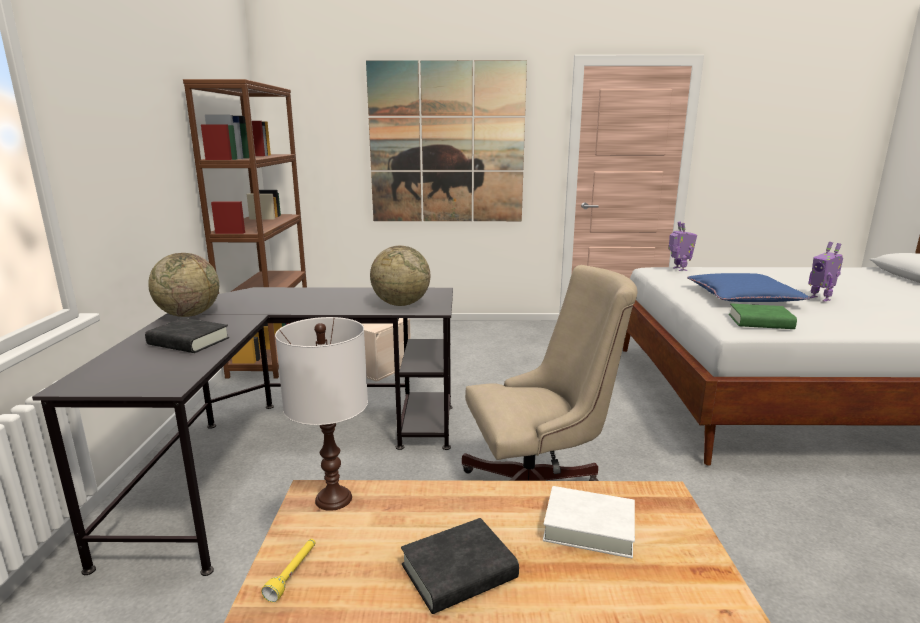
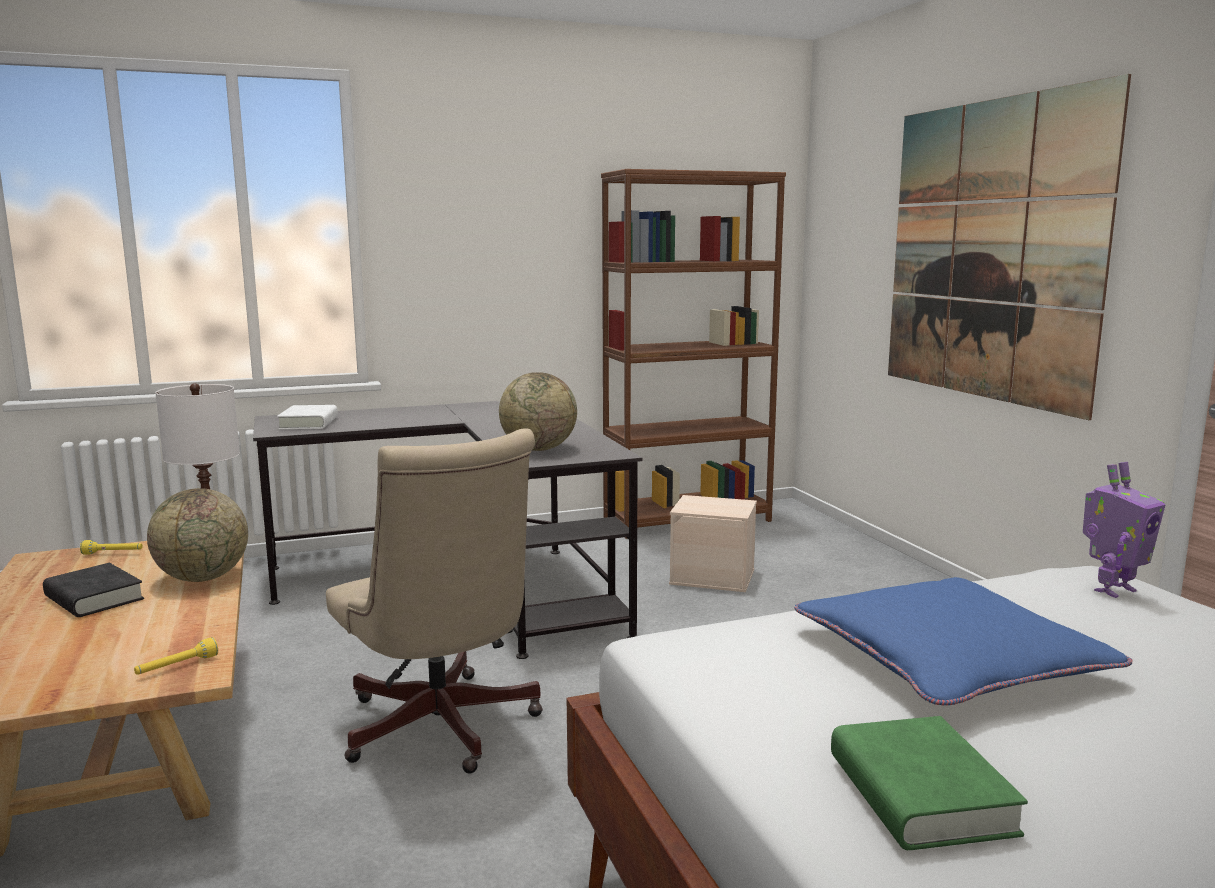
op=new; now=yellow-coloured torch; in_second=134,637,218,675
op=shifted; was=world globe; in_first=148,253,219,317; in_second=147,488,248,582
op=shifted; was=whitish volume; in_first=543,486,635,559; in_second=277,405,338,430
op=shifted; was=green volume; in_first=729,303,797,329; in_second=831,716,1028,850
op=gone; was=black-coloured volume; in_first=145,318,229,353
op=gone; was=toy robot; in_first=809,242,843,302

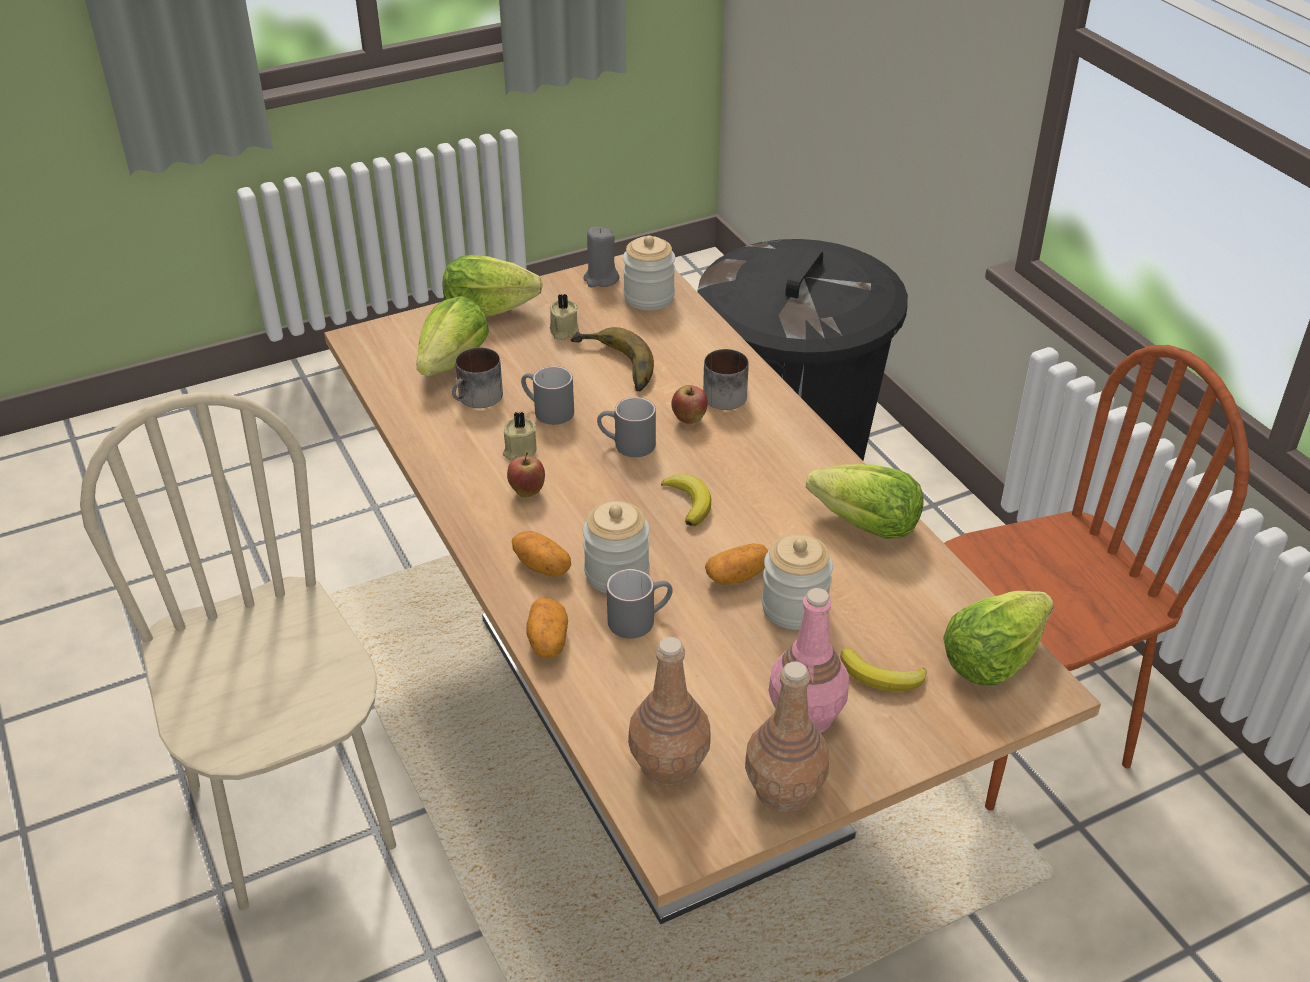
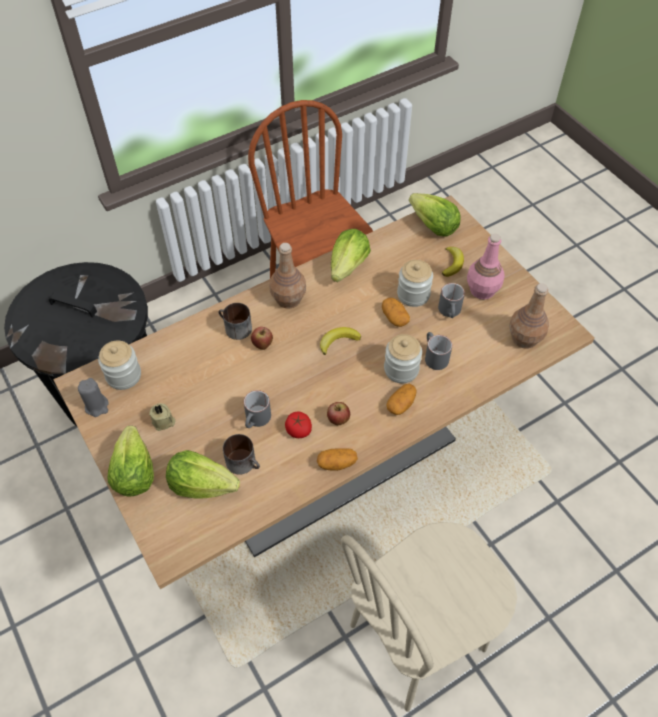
op=shifted; was=brownish drink bottle; in_first=745,661,829,813; in_second=270,243,306,308
op=swapped; was=sand-coloured candle; now=fresh tomato; in_first=503,412,537,460; in_second=285,412,312,438
op=shifted; was=spud; in_first=526,598,568,658; in_second=317,448,358,471
op=shifted; was=gray coffee mug; in_first=597,397,656,457; in_second=438,283,465,318
op=gone; was=banana fruit; in_first=570,327,654,391

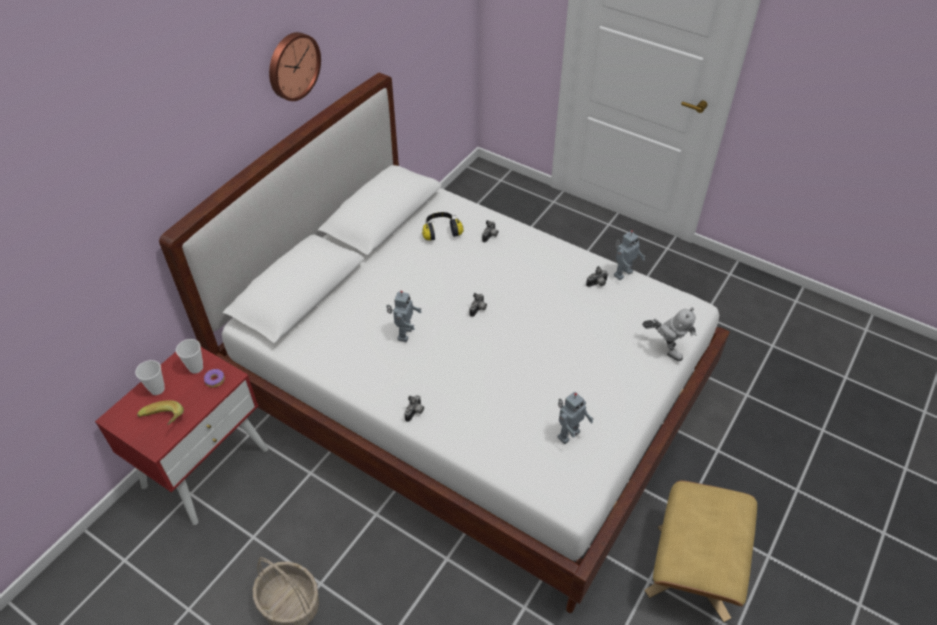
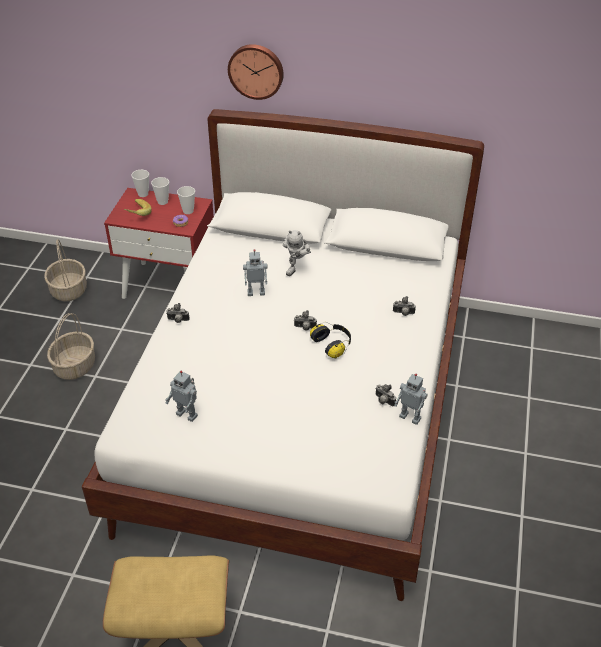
op=new; now=storage basket; in_second=44,239,87,301
op=new; now=small cup; in_second=131,170,149,197
op=shifted; was=wall clock; in_first=269,32,321,101; in_second=228,44,284,100
op=shifted; was=toy robot; in_first=642,307,697,361; in_second=283,230,311,276
op=shifted; was=headphones; in_first=422,212,464,241; in_second=310,322,351,358

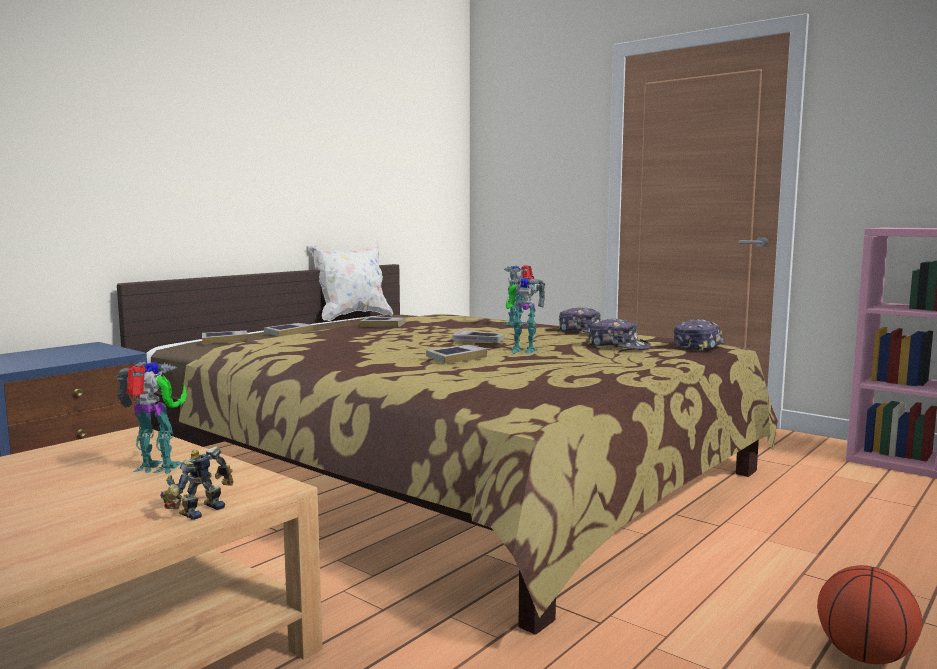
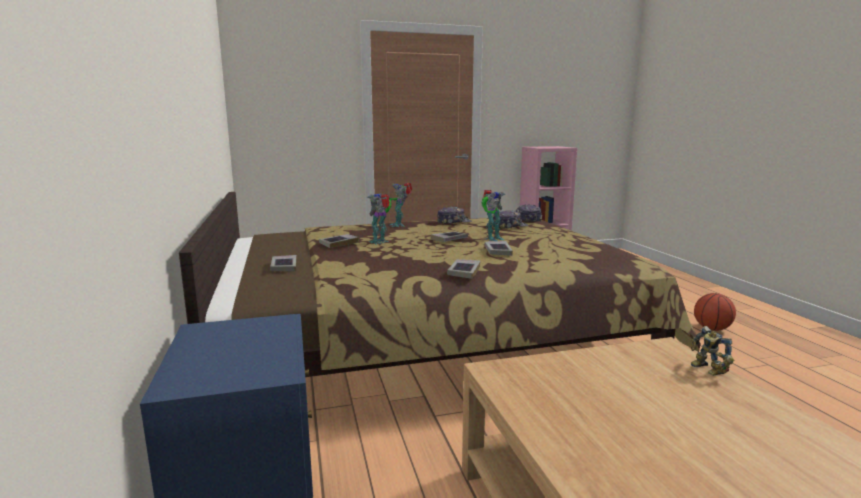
op=shifted; was=toy robot; in_first=116,362,187,474; in_second=367,193,392,245
op=shifted; was=volume; in_first=202,331,248,344; in_second=447,259,480,279
op=gone; was=whitish cushion; in_first=308,243,393,321

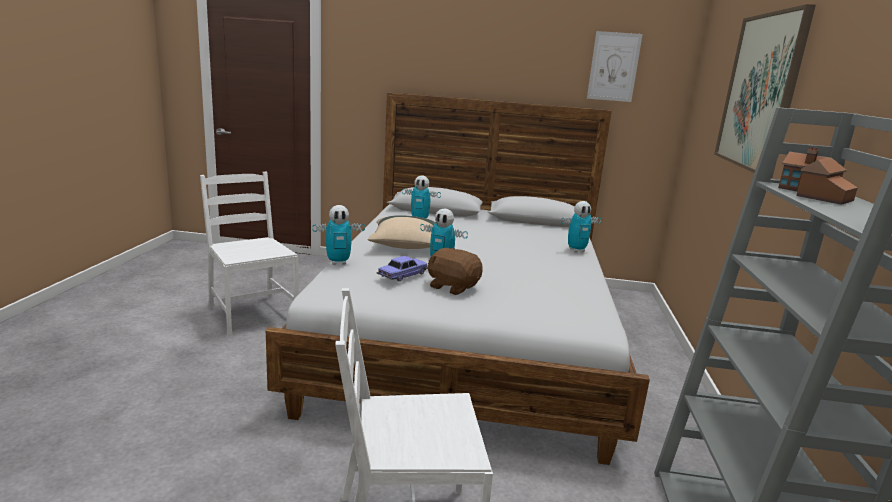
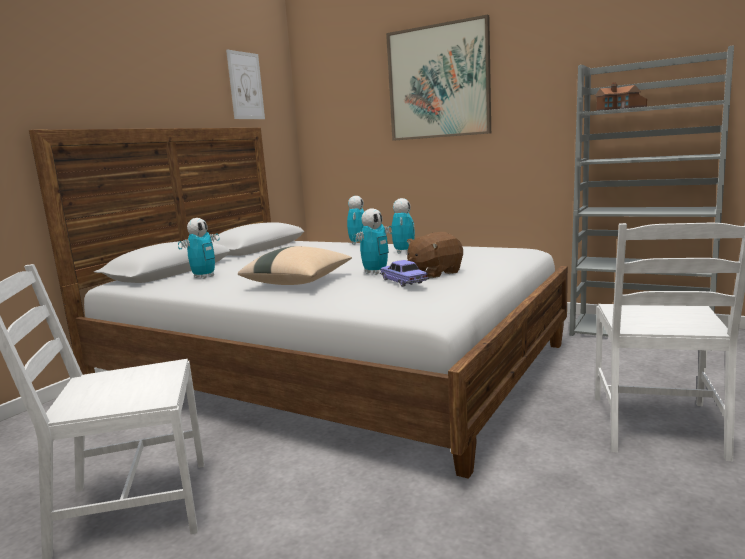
op=shifted; was=toy robot; in_first=312,205,365,265; in_second=392,198,415,254

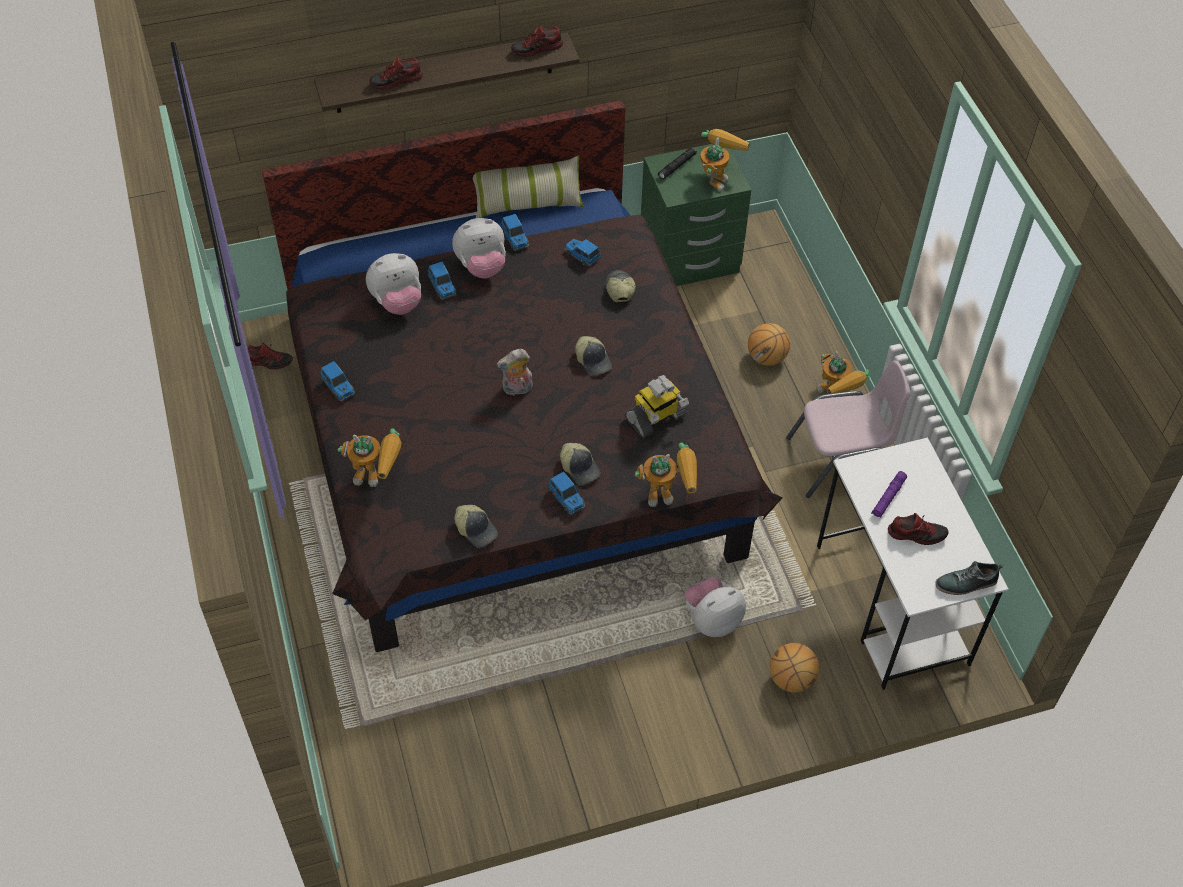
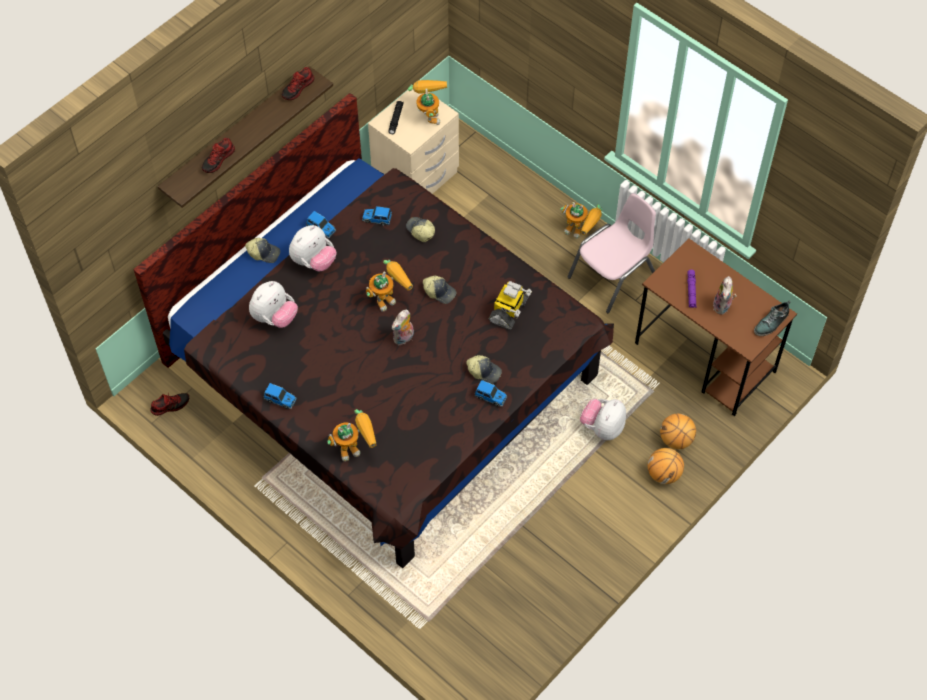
op=shifted; was=cap; in_first=454,505,498,548; in_second=245,238,280,263
op=shifted; was=toy robot; in_first=635,443,697,507; in_second=366,260,413,312
op=repainted; was=green nightstand; now=sand-coloured nightstand; in_first=641,144,751,286; in_second=368,90,459,194
op=repainted; was=whitish desk table; now=brownish desk table; in_first=817,438,1008,690; in_second=635,238,797,416
op=shifted; was=basketball ball; in_first=748,323,790,366; in_second=648,448,684,484
op=swapped; was=low shoe; now=cuddly toy; in_first=888,513,949,545; in_second=713,276,737,315
op=gone; was=miniature car; in_first=428,262,456,300
op=gone; was=cushion; in_first=473,156,584,218

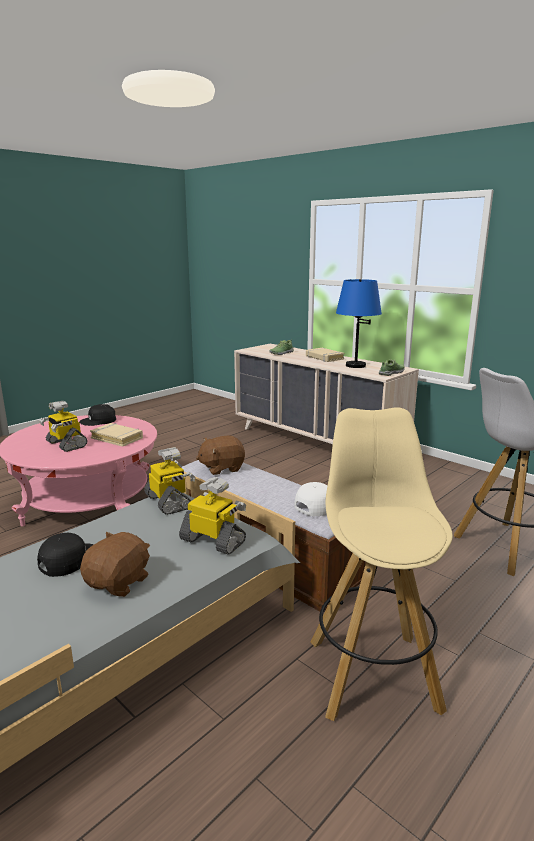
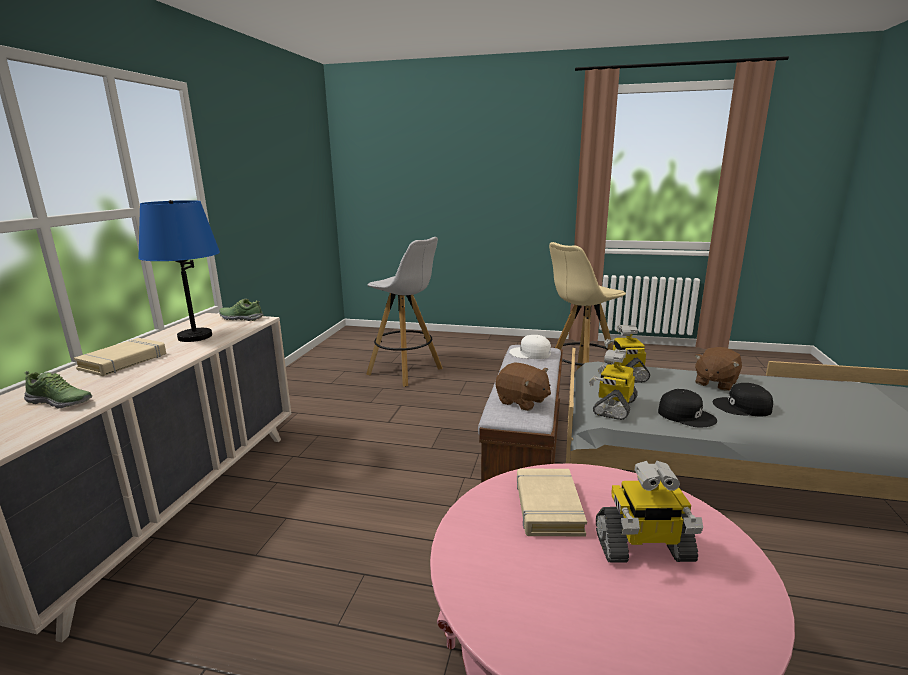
op=rotated; was=toy robot; in_first=39,401,87,452; in_second=596,460,703,563; clockwise=75
op=shifted; was=black-coloured cap; in_first=79,404,116,426; in_second=658,389,717,427
op=rotated; was=brownish cuddly toy; in_first=80,532,150,597; in_second=695,347,742,391; clockwise=-45

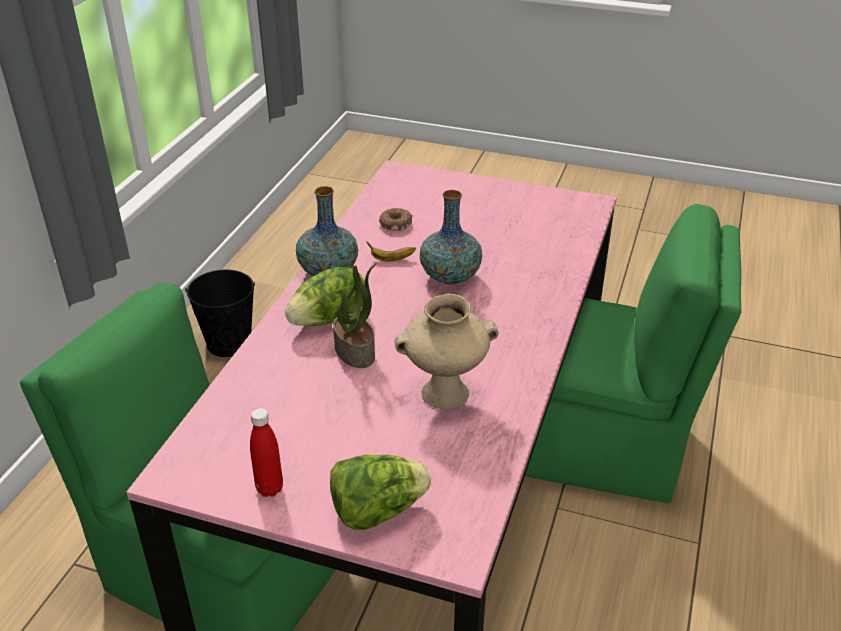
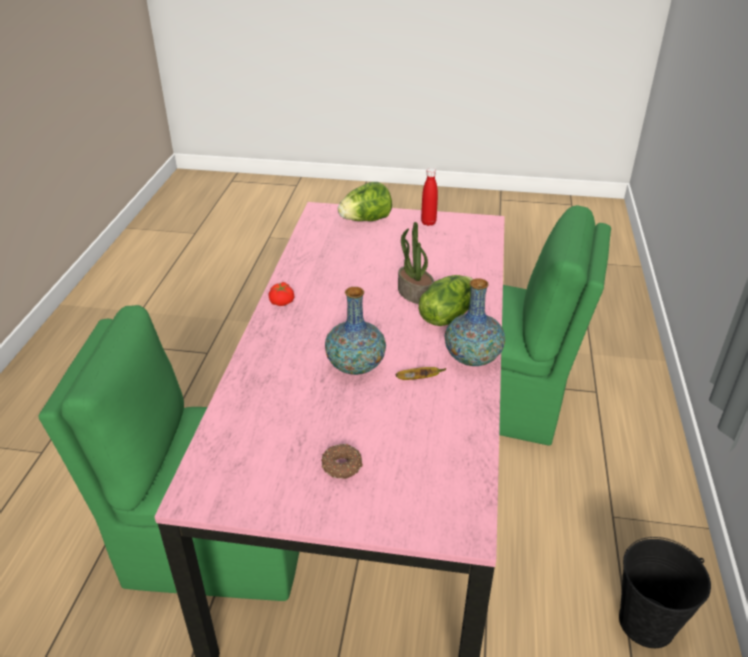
op=new; now=fresh tomato; in_second=268,282,294,306
op=shifted; was=doughnut; in_first=379,208,413,231; in_second=321,444,363,479
op=gone; was=sand-coloured flower vase; in_first=395,294,498,409

